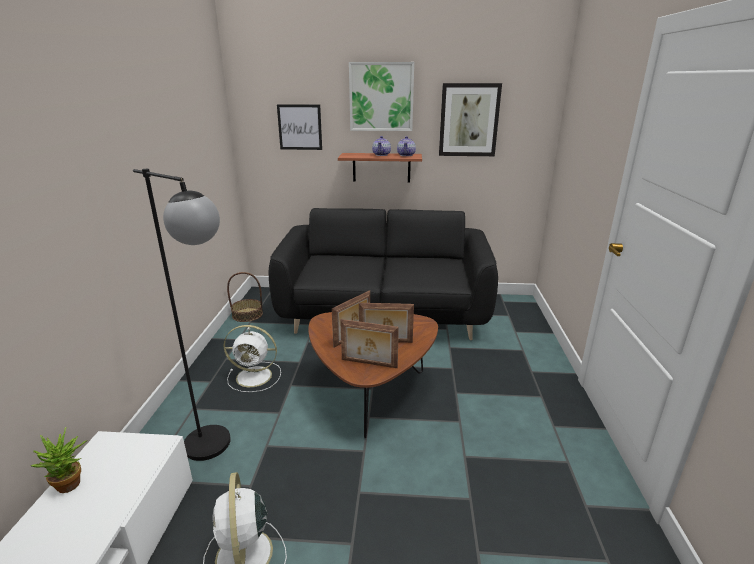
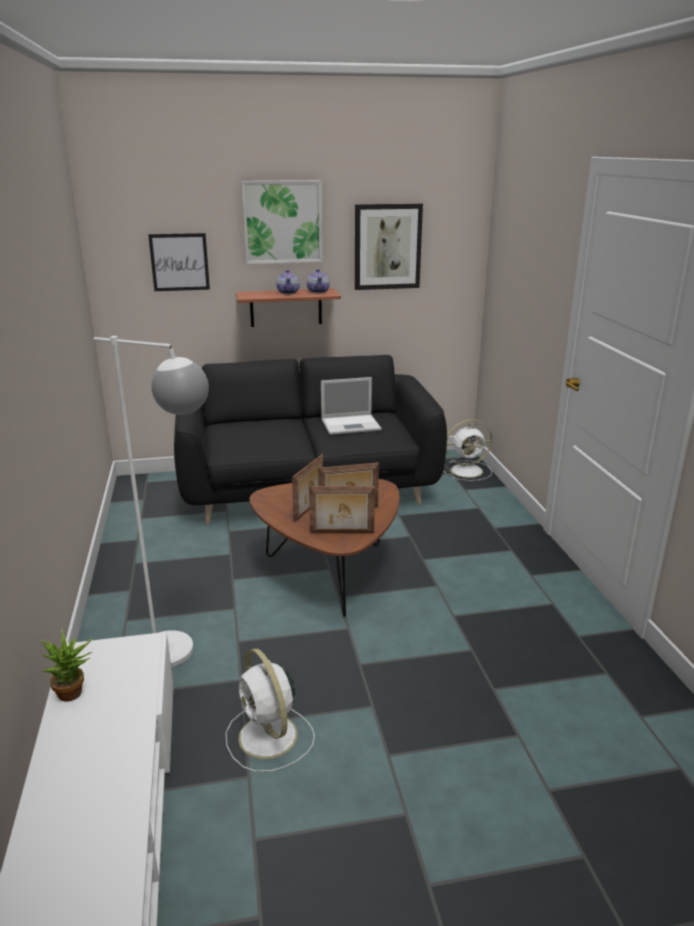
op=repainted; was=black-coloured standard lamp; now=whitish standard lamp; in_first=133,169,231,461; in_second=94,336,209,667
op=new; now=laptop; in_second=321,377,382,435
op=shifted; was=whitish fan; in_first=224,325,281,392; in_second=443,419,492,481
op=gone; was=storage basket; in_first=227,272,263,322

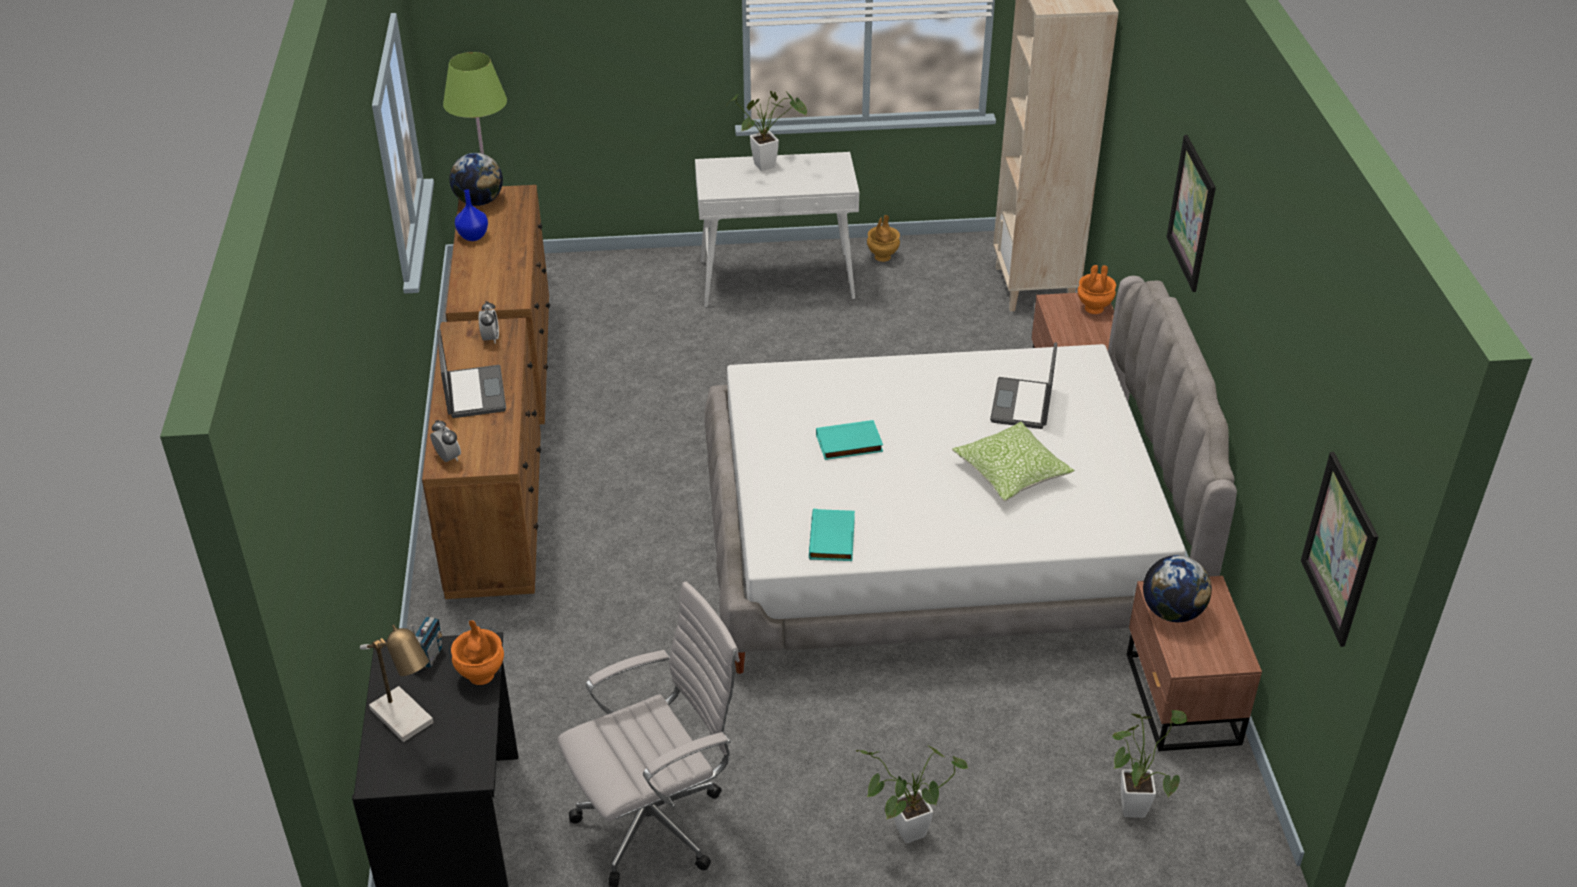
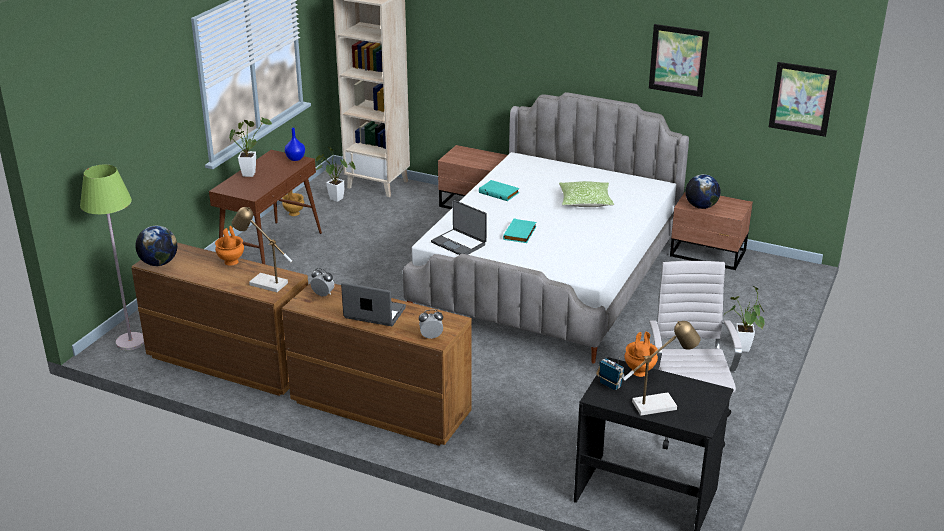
op=repainted; was=whitish console table; now=brownish console table; in_first=695,152,859,307; in_second=209,150,322,264
op=shifted; was=orangey flower vase; in_first=1078,265,1116,314; in_second=215,226,244,266
op=new; now=tabletop lamp; in_second=232,207,292,292
op=shifted; was=blue-coloured flower vase; in_first=455,189,488,241; in_second=285,128,305,161
op=shifted; was=potted plant; in_first=1112,710,1188,818; in_second=316,147,355,202
op=shifted; was=laptop; in_first=990,342,1057,429; in_second=431,200,487,255
op=shifted; was=turquoise volume; in_first=809,509,855,561; in_second=479,180,519,201
op=shifted; was=wall art; in_first=1167,135,1216,292; in_second=649,24,709,97

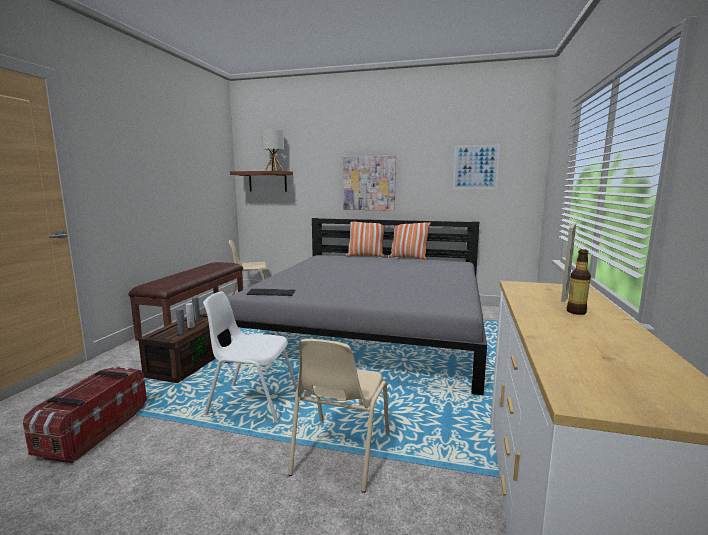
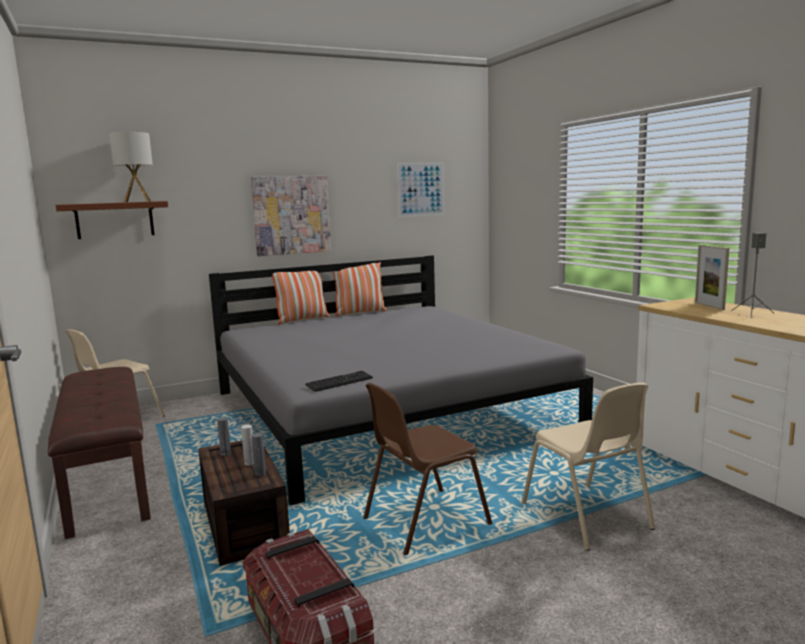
op=repainted; was=whitish upright chair; now=brownish upright chair; in_first=203,292,298,423; in_second=363,383,493,555
op=swapped; was=drink bottle; now=gray speaker; in_first=567,249,591,315; in_second=731,233,775,317

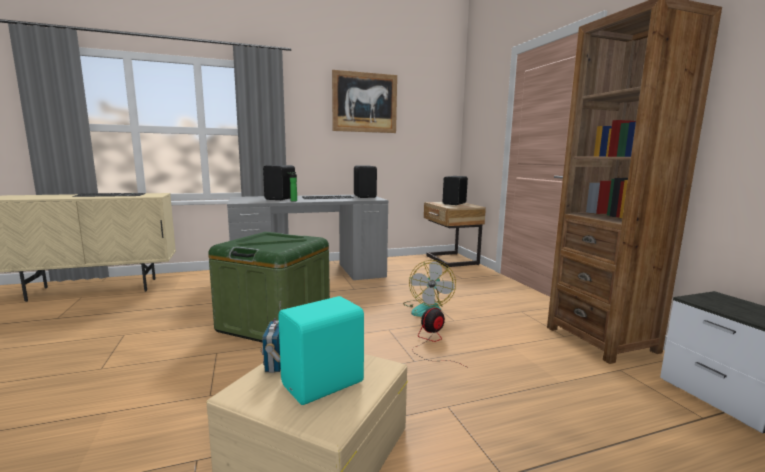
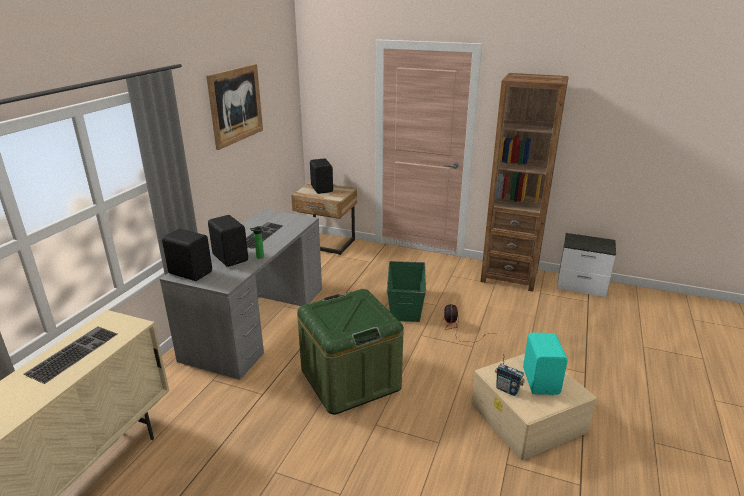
op=shifted; was=black-coloured speaker; in_first=354,165,377,198; in_second=162,229,212,281
op=swapped; was=fan; now=green storage container; in_first=403,260,456,317; in_second=387,261,426,322

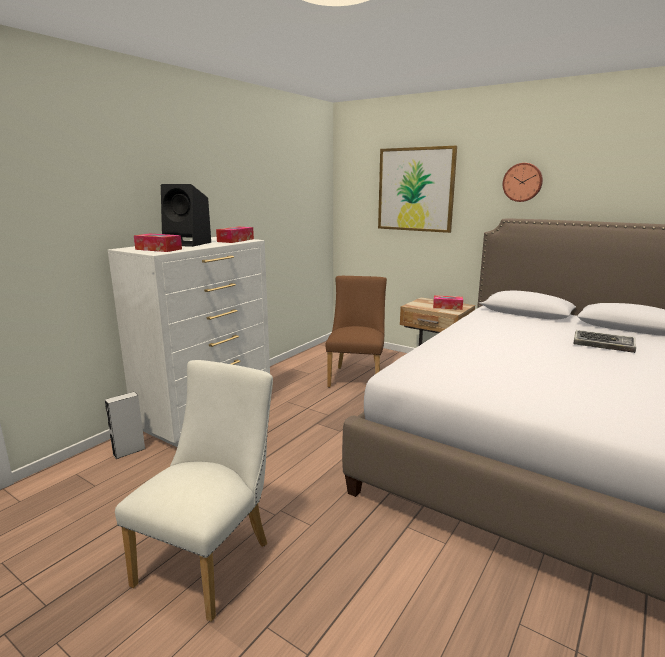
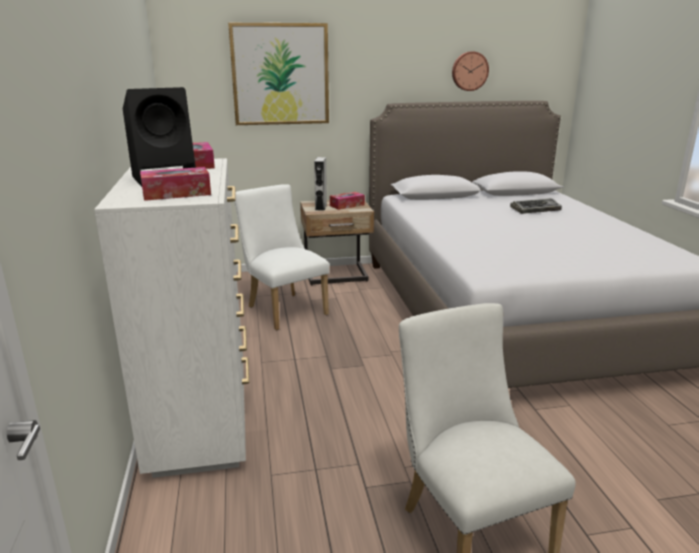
op=repainted; was=brownish upright chair; now=whitish upright chair; in_first=326,276,387,388; in_second=234,184,330,330
op=shifted; was=gray speaker; in_first=105,392,146,459; in_second=314,157,327,211
op=shifted; was=wall clock; in_first=503,163,543,202; in_second=452,51,489,91

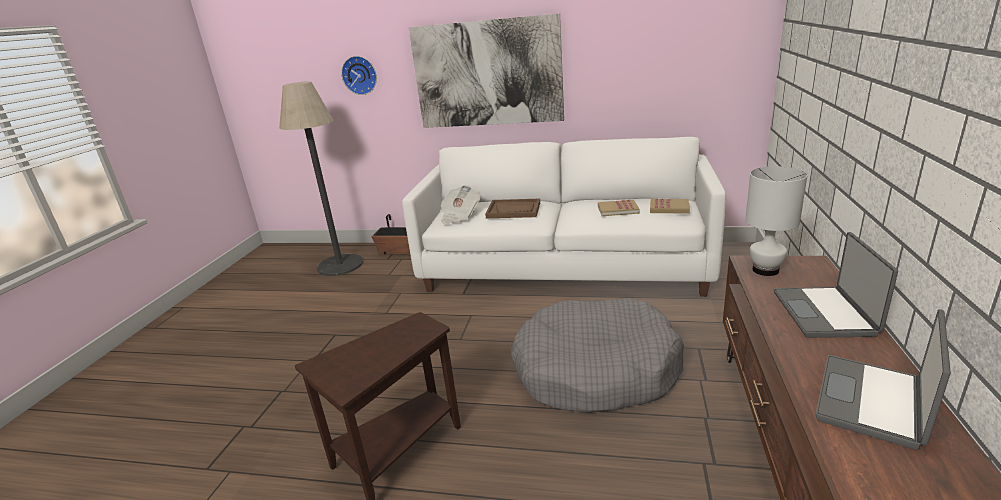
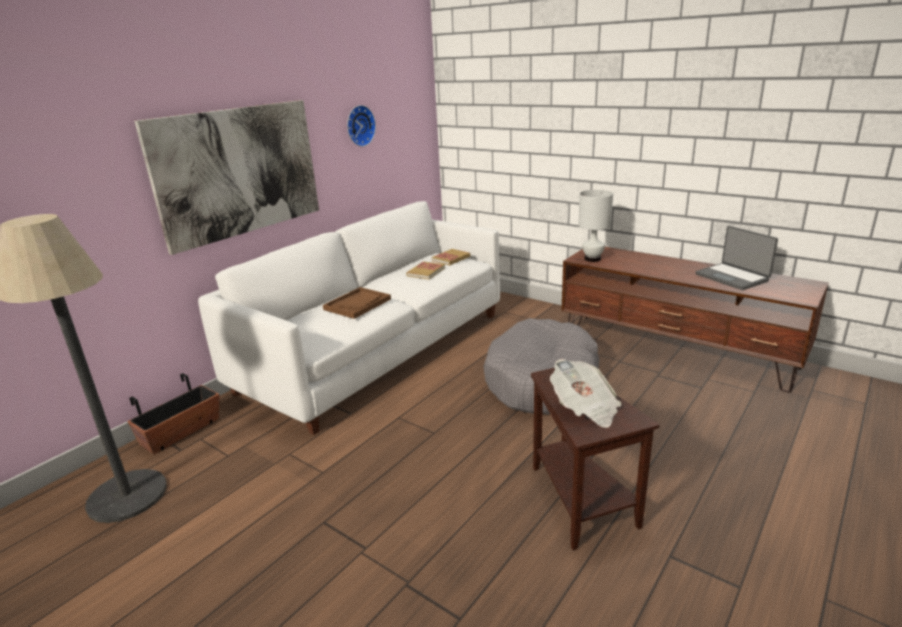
op=shifted; was=wall clock; in_first=341,56,377,95; in_second=347,105,376,147
op=shifted; was=daily paper; in_first=440,185,480,224; in_second=550,359,622,428
op=gone; was=laptop; in_first=773,232,898,338

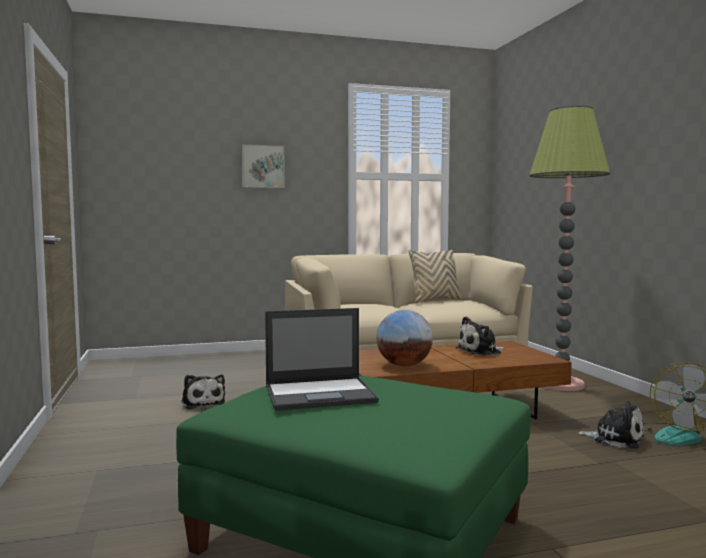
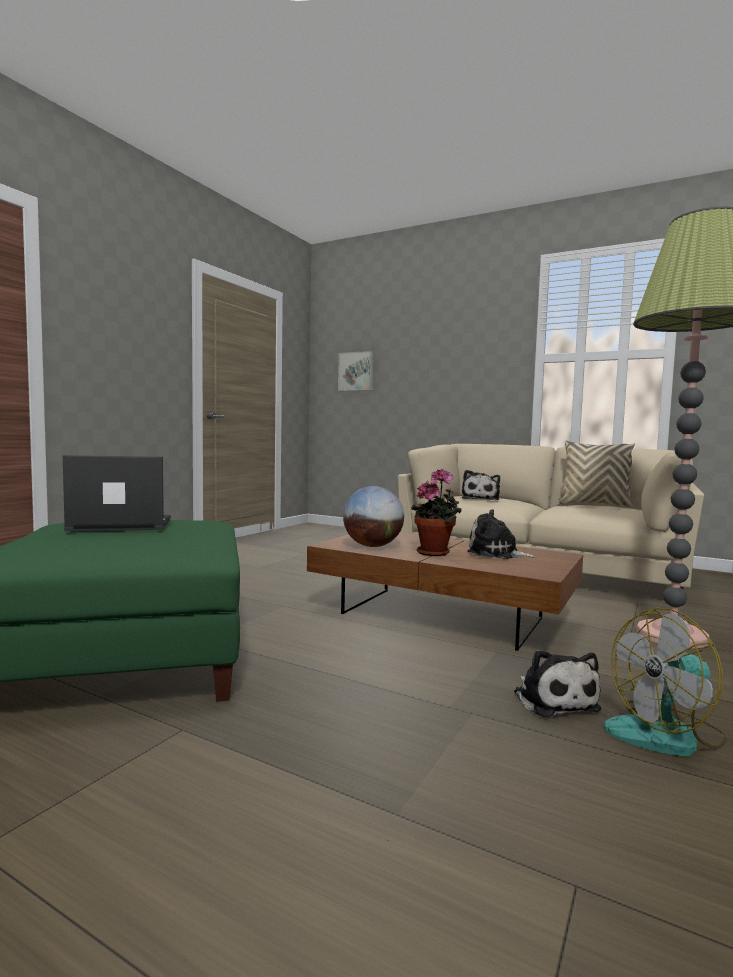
op=rotated; was=laptop; in_first=265,308,379,411; in_second=63,455,171,531; clockwise=135
op=shifted; was=wall art; in_first=241,144,285,188; in_second=338,351,374,391
op=new; now=potted plant; in_second=411,469,462,556
op=shifted; was=cuddly toy; in_first=181,374,225,410; in_second=462,470,500,500

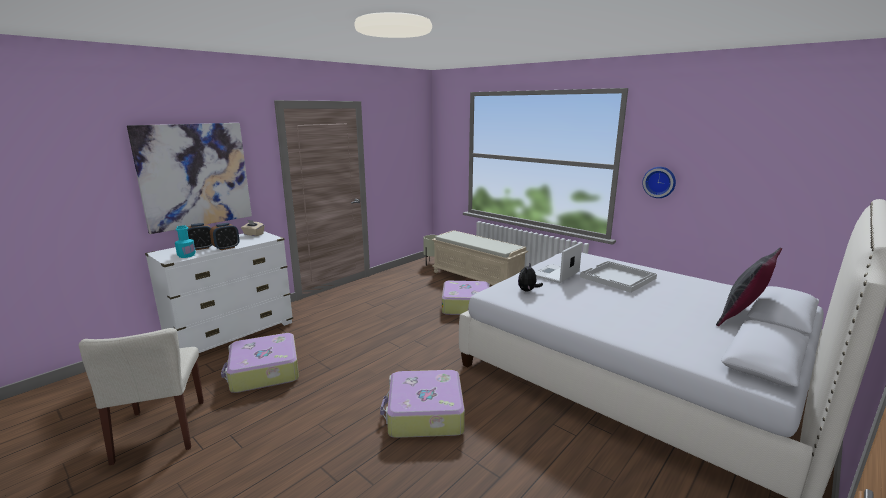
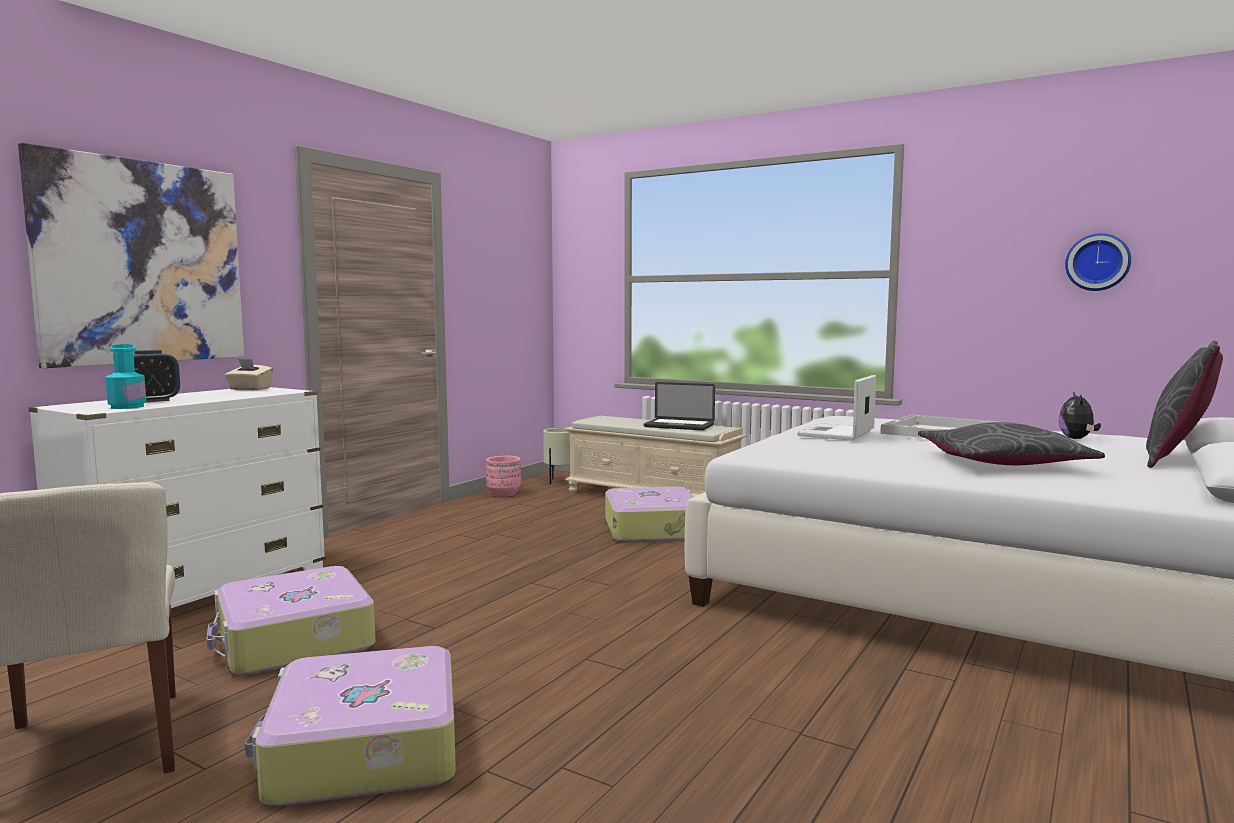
op=shifted; was=travel case; in_first=380,370,465,438; in_second=245,646,456,806
op=new; now=pink-coloured flower pot; in_second=486,456,521,497
op=new; now=laptop; in_second=644,382,715,430
op=new; now=gray cushion; in_second=918,422,1105,465
op=shifted; was=cuddly toy; in_first=518,264,543,292; in_second=1059,392,1101,439
op=shifted; was=wall clock; in_first=642,167,676,198; in_second=1065,233,1131,291
op=gone; was=alarm clock; in_first=210,223,240,250

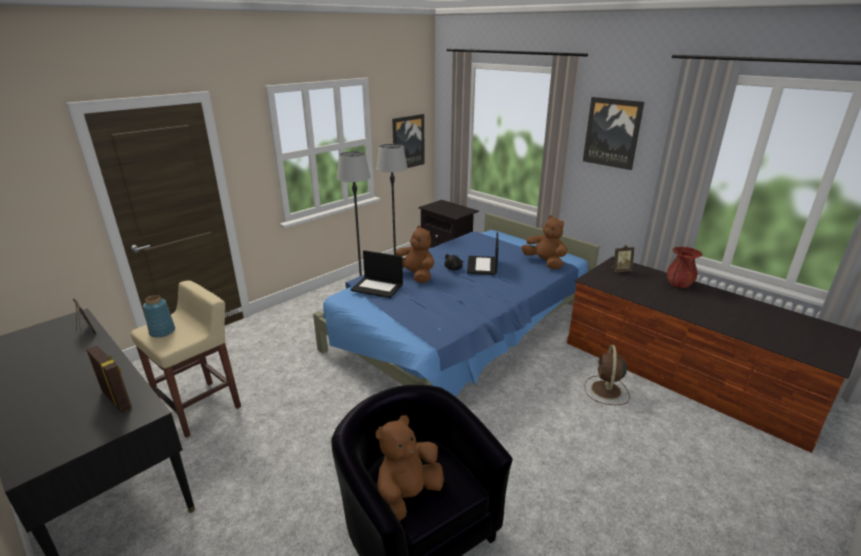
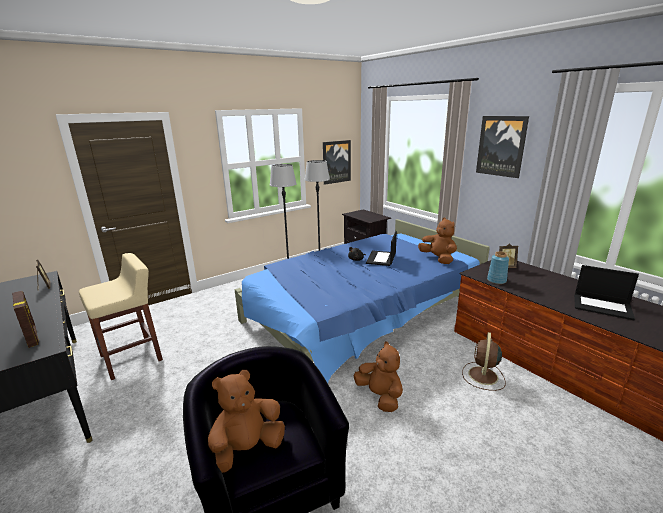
op=shifted; was=brownish cuddly toy; in_first=395,225,434,283; in_second=354,341,403,412
op=shifted; was=blue-coloured flower vase; in_first=143,295,175,338; in_second=487,251,509,284
op=shifted; was=laptop; in_first=351,250,403,298; in_second=574,265,639,320
op=gone; was=red-coloured flower vase; in_first=666,247,702,288

